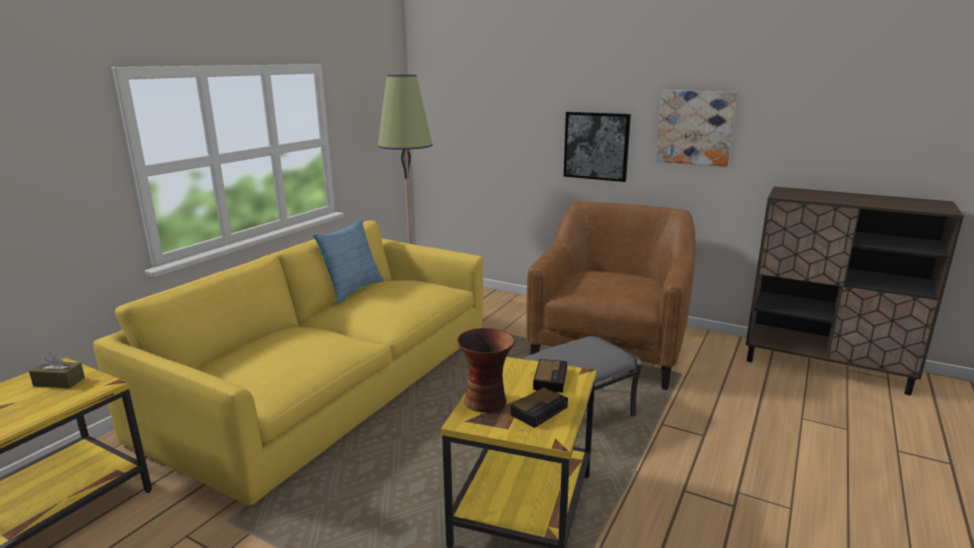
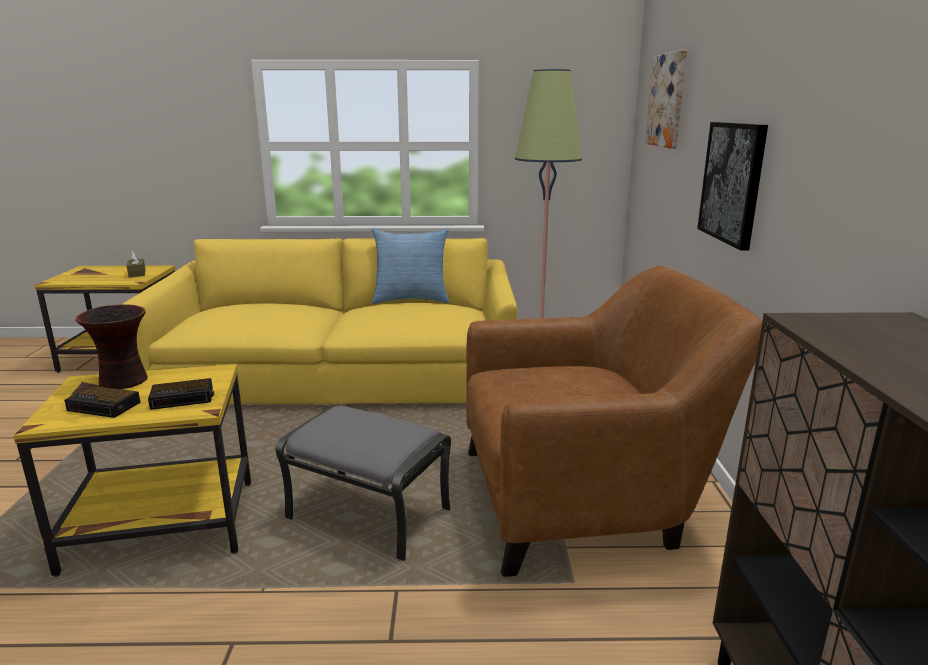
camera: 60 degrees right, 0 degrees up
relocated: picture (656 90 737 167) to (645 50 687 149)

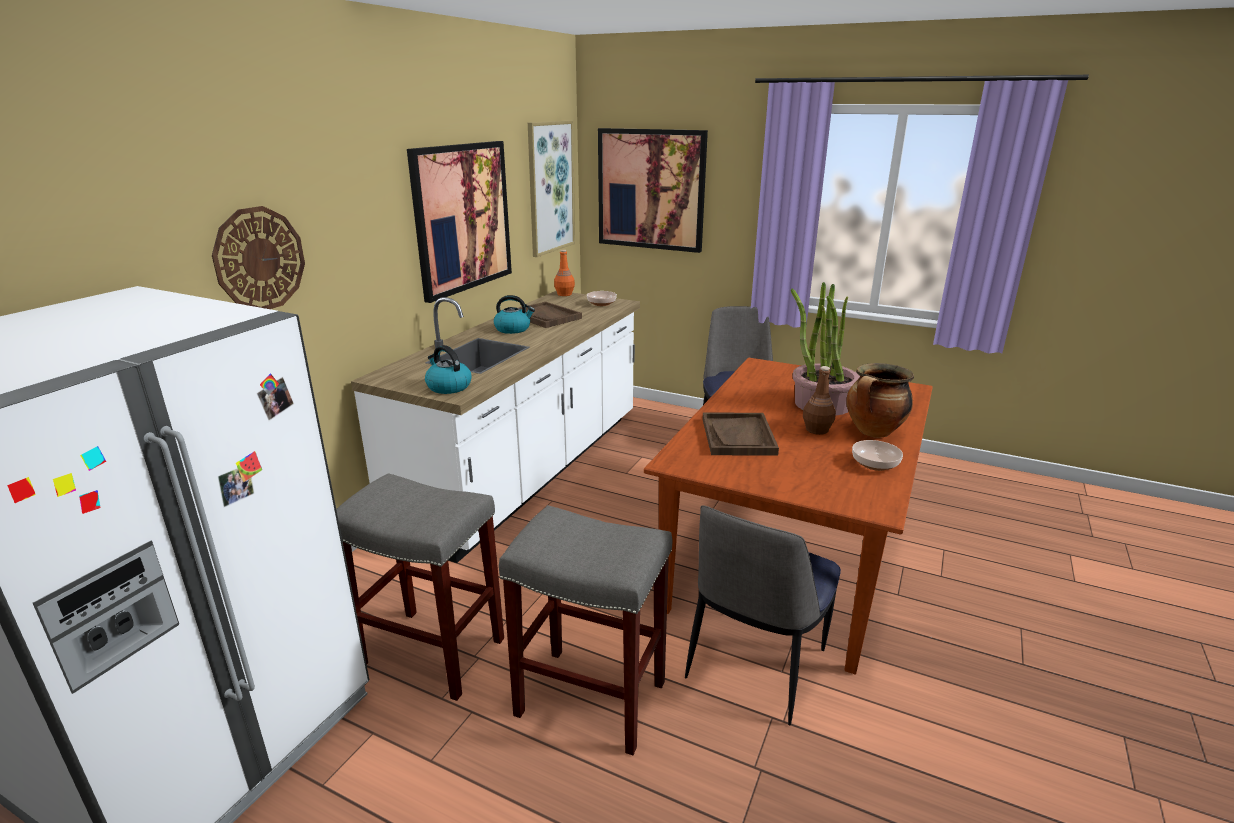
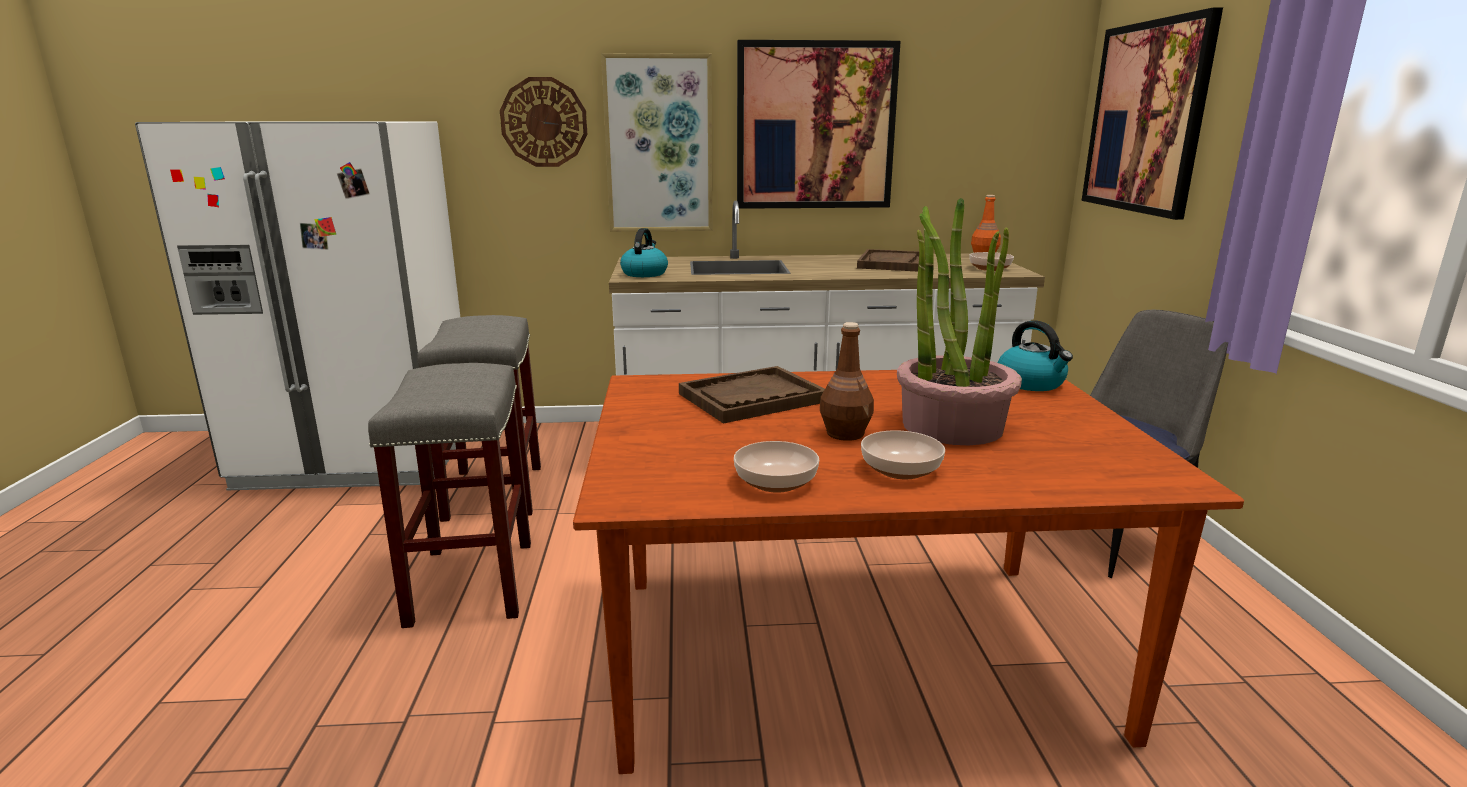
camera: 60 degrees right, 5 degrees down
missing: chair (685 505 841 725)
relocated: tea kettle (494 295 535 334) to (998 320 1073 391); picture (528 120 575 257) to (601 53 713 232)
exchanged: cooking pot (846 363 914 438) to serving bowl (861 430 945 479)

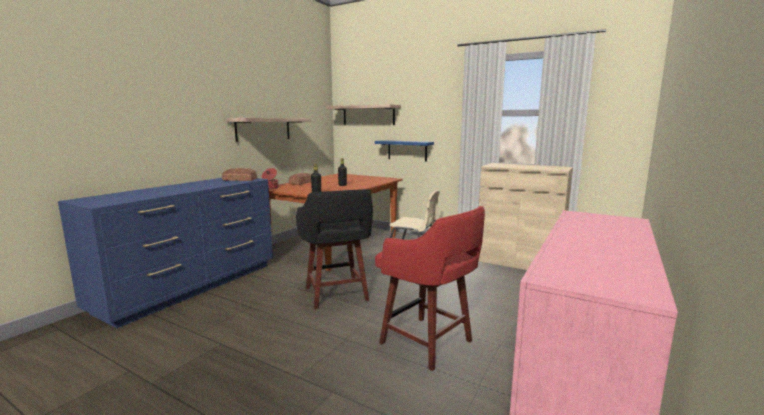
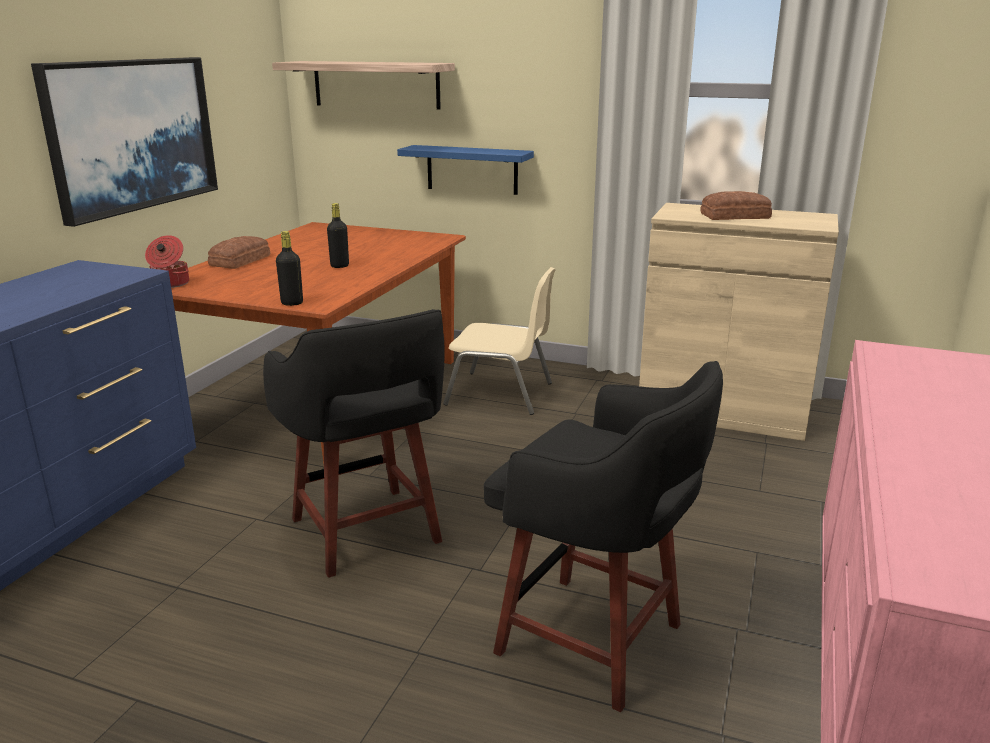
camera: 10 degrees left, 10 degrees up
relocated: bread (222 168 257 181) to (700 191 772 220)
exchanged: bracket shelf (227 118 311 142) to picture (31 57 218 227)
colour: sitting stool (red) (375 206 485 371) to sitting stool (blackish) (484 361 723 712)

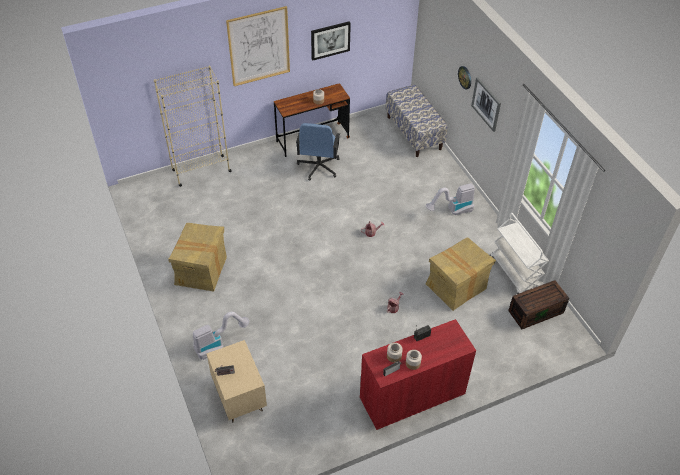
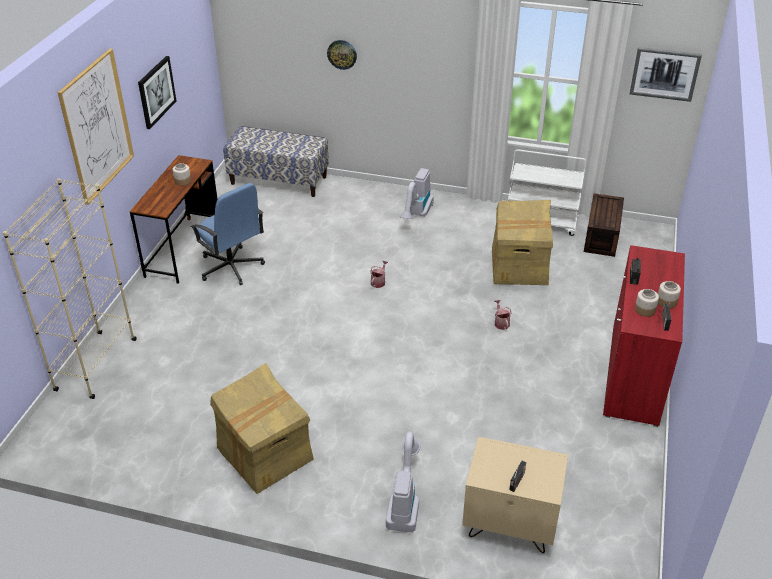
camera: 50 degrees left, 10 degrees down
relocated: picture (471 77 501 132) to (630 47 702 102)

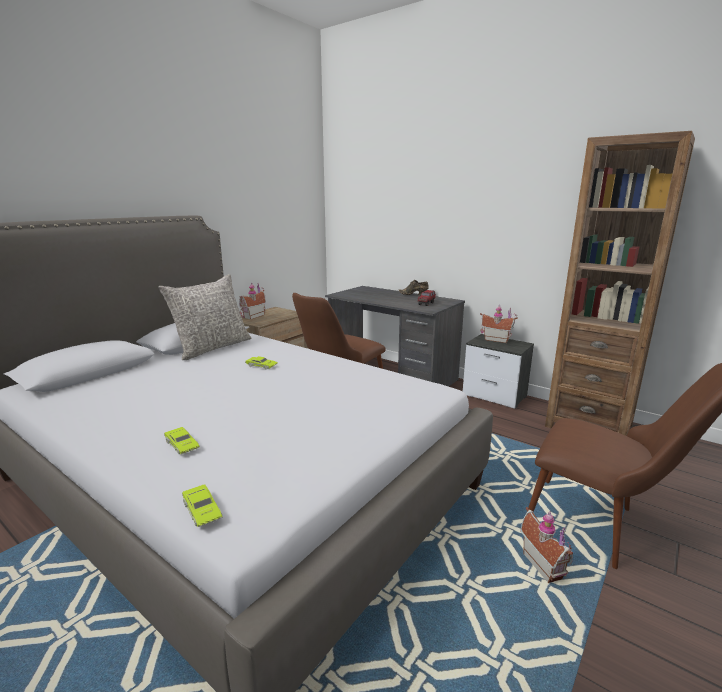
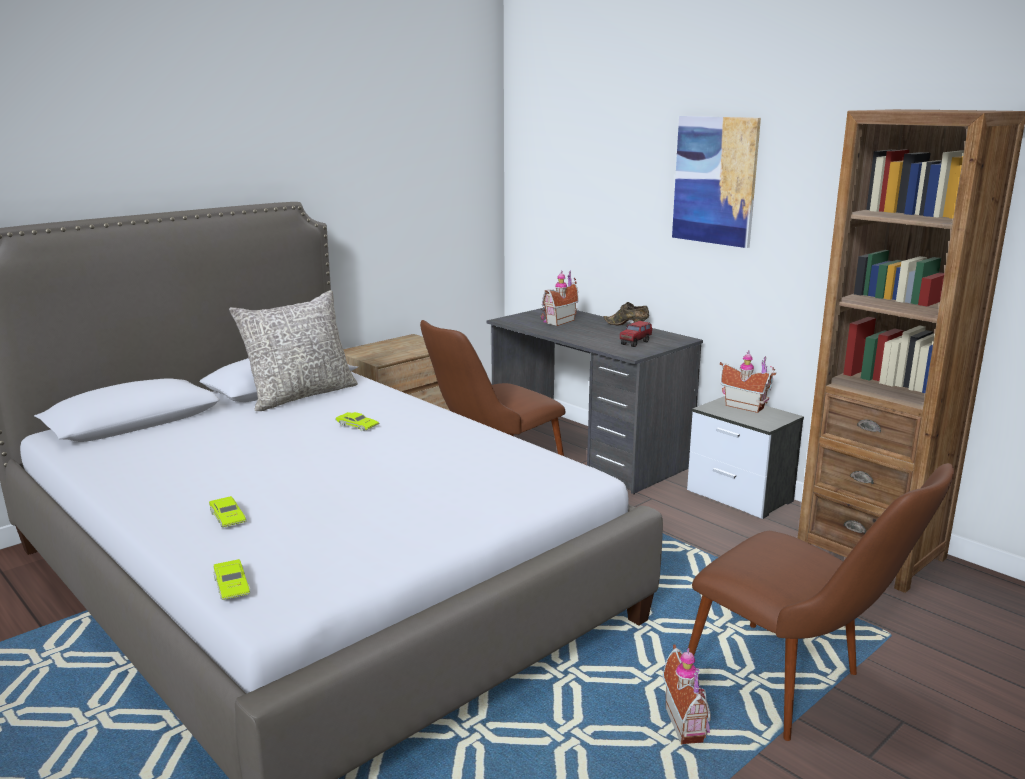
camera: 10 degrees right, 0 degrees up
appeared: picture (672 116 761 248)
relocated: model house (239 282 266 319) to (541 270 579 326)

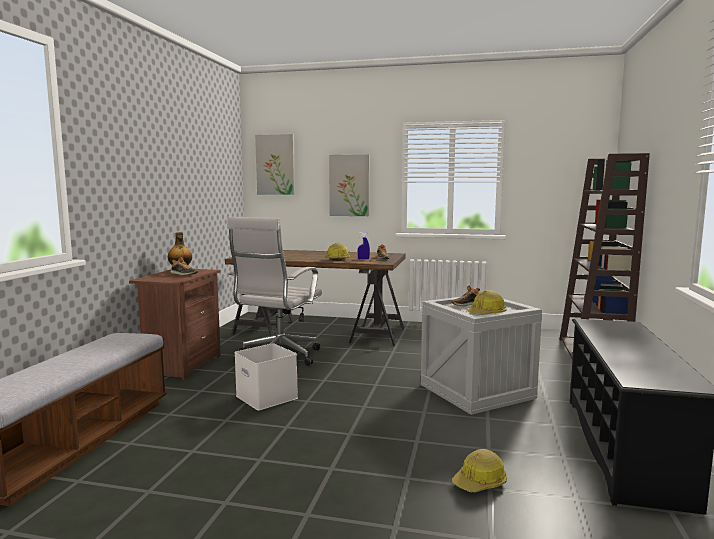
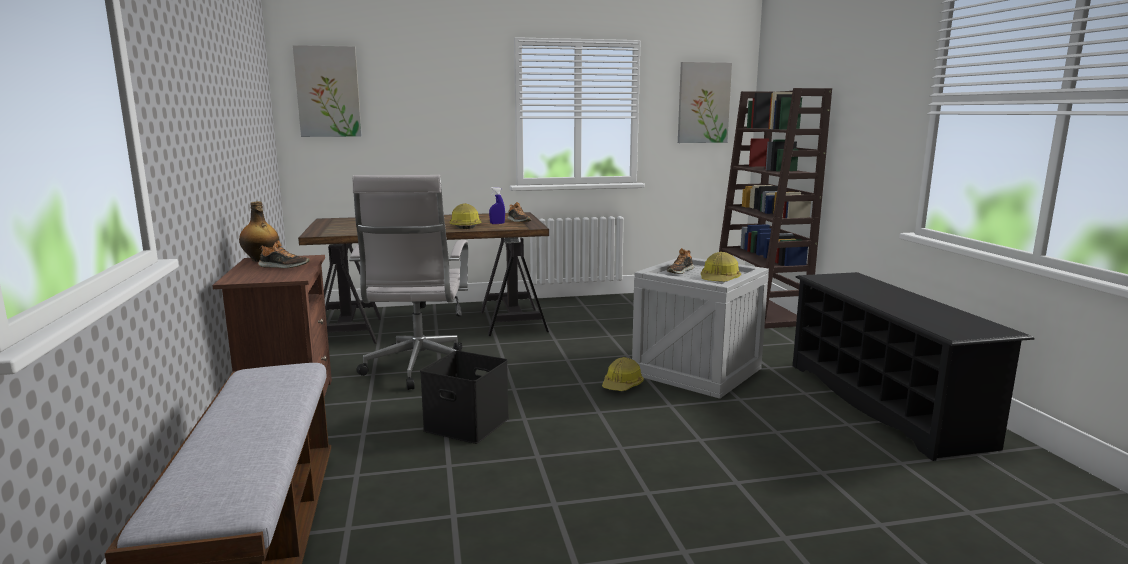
camera: 25 degrees left, 5 degrees up
relocated: picture (329 154 370 216) to (678 62 732 143); hard hat (452 449 507 493) to (602 357 644 391)
colour: storage container (white-coloured) (234 343 298 411) to storage container (blackish) (420 351 509 444)

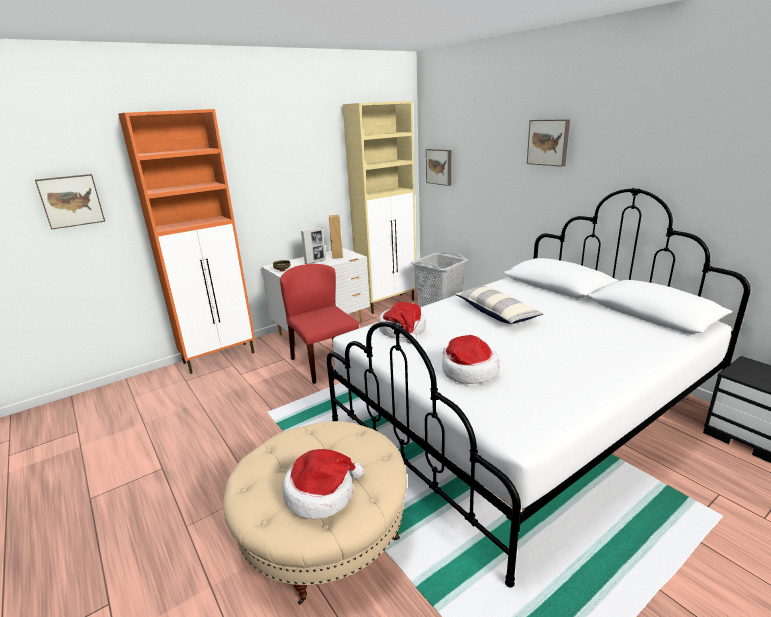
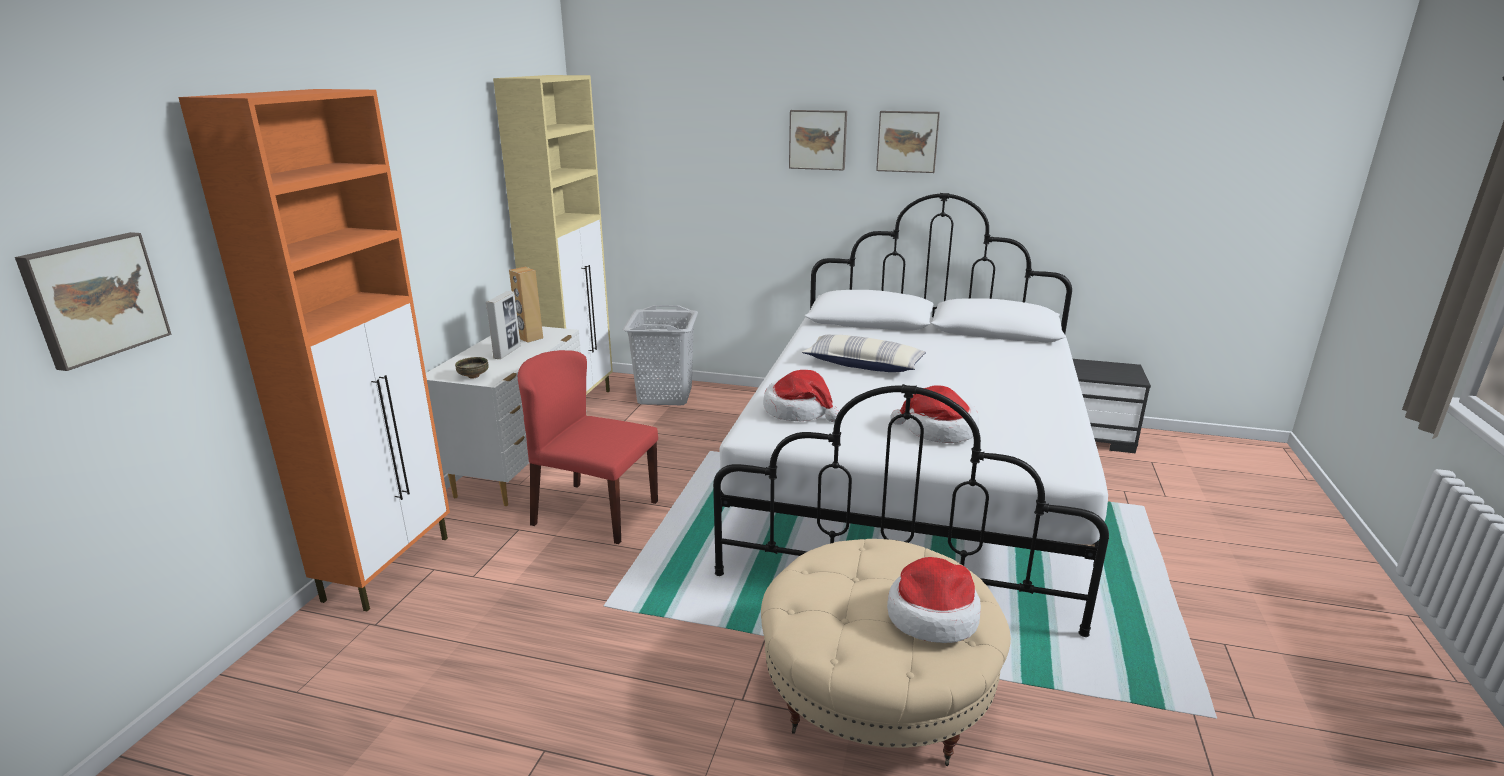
camera: 40 degrees left, 0 degrees up
relocated: picture (426 149 451 186) to (876 111 940 173)

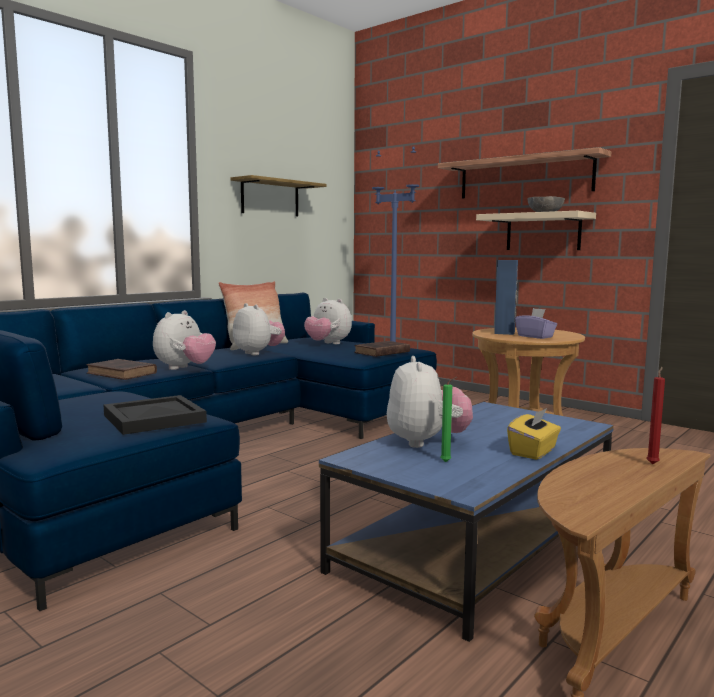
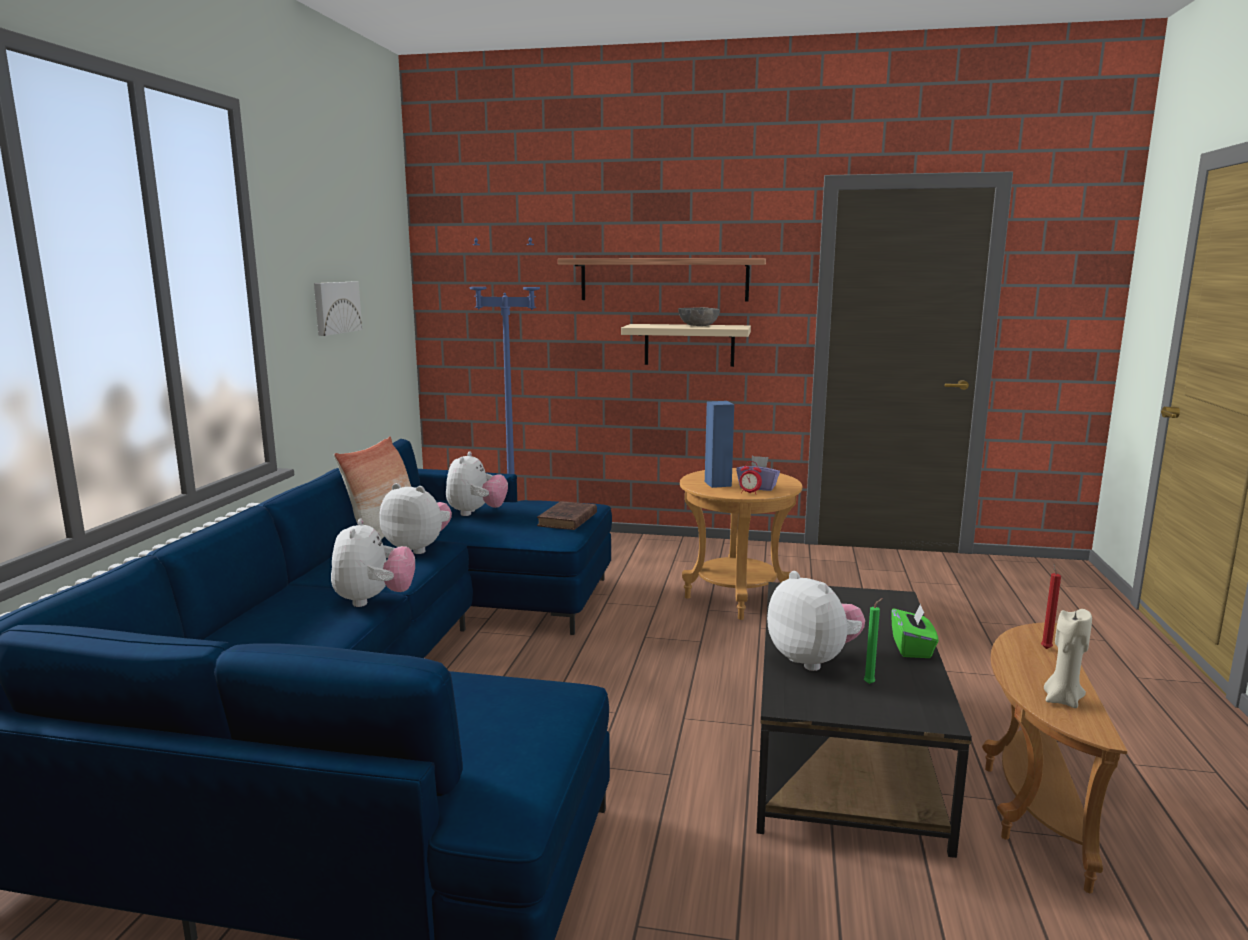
camera: 30 degrees left, 5 degrees up
missing: volume (brown-coloured) (86 359 157 380); serving tray (blackish) (104 395 207 435)
appeared: bedside clock (740 461 762 495); candle (beige-coloured) (1044 609 1092 708)
exchanged: bracket shelf (231 175 327 216) to picture (314 282 362 336)
colour: lounge table (blue) (319 402 614 642) to lounge table (blackish) (756 582 972 858); box of tissues (yellow-coloured) (507 408 561 460) to box of tissues (greenish) (891 603 939 658)
spun: plush toy (304 298 352 344) = (446 451 508 516) 90 degrees counterclockwise

